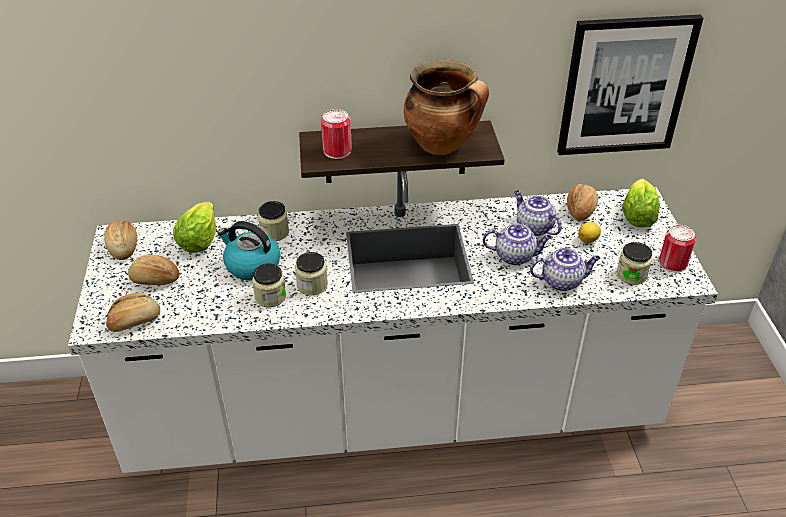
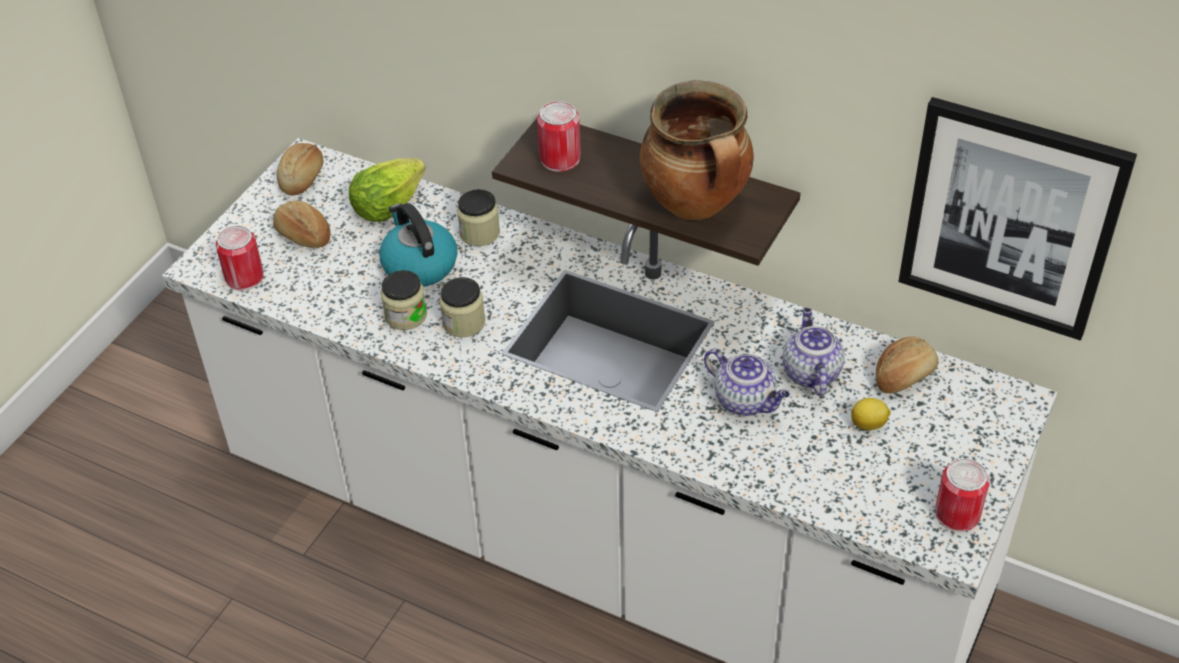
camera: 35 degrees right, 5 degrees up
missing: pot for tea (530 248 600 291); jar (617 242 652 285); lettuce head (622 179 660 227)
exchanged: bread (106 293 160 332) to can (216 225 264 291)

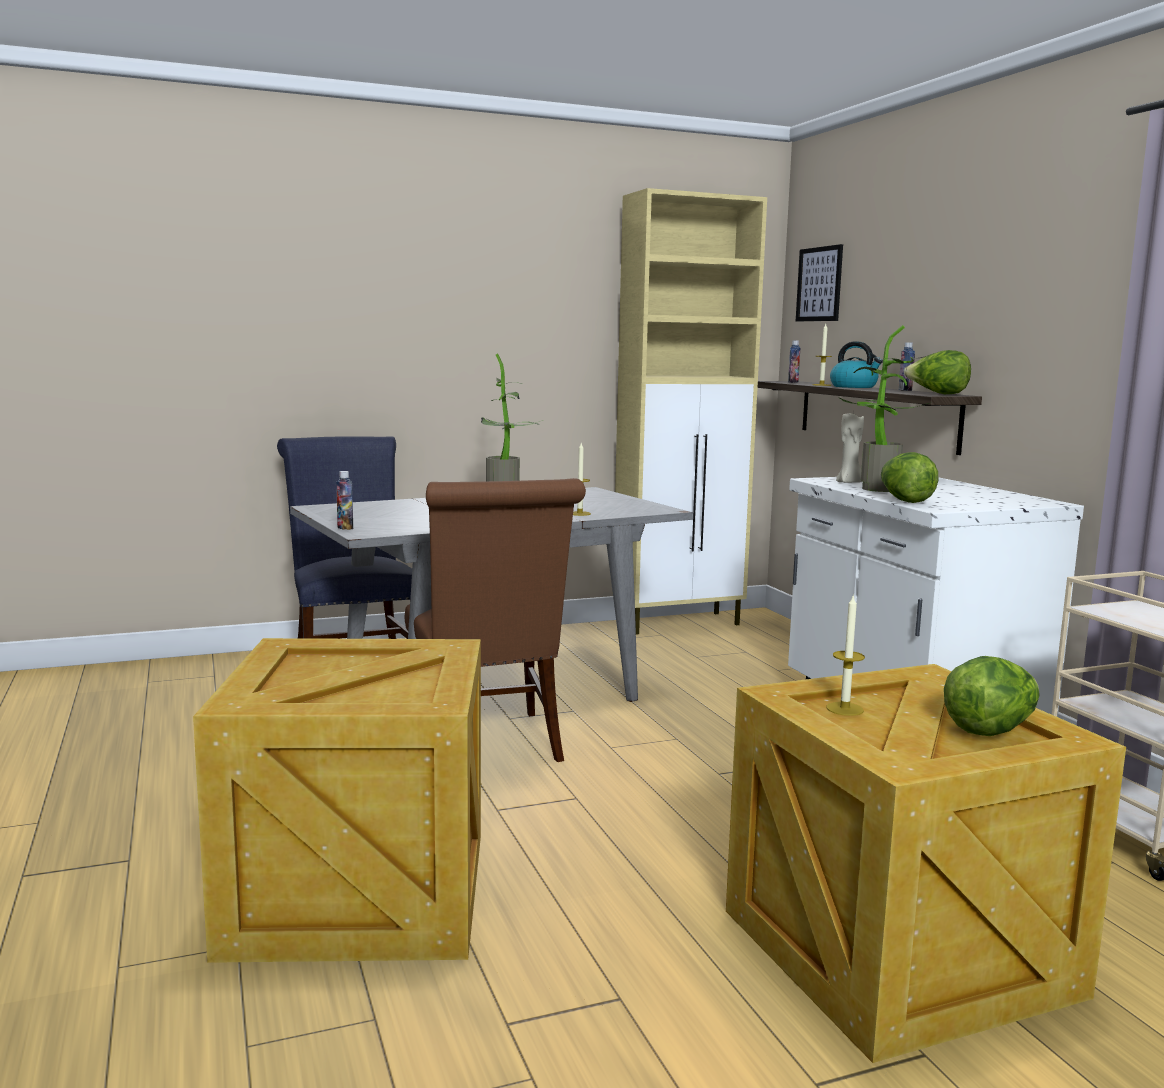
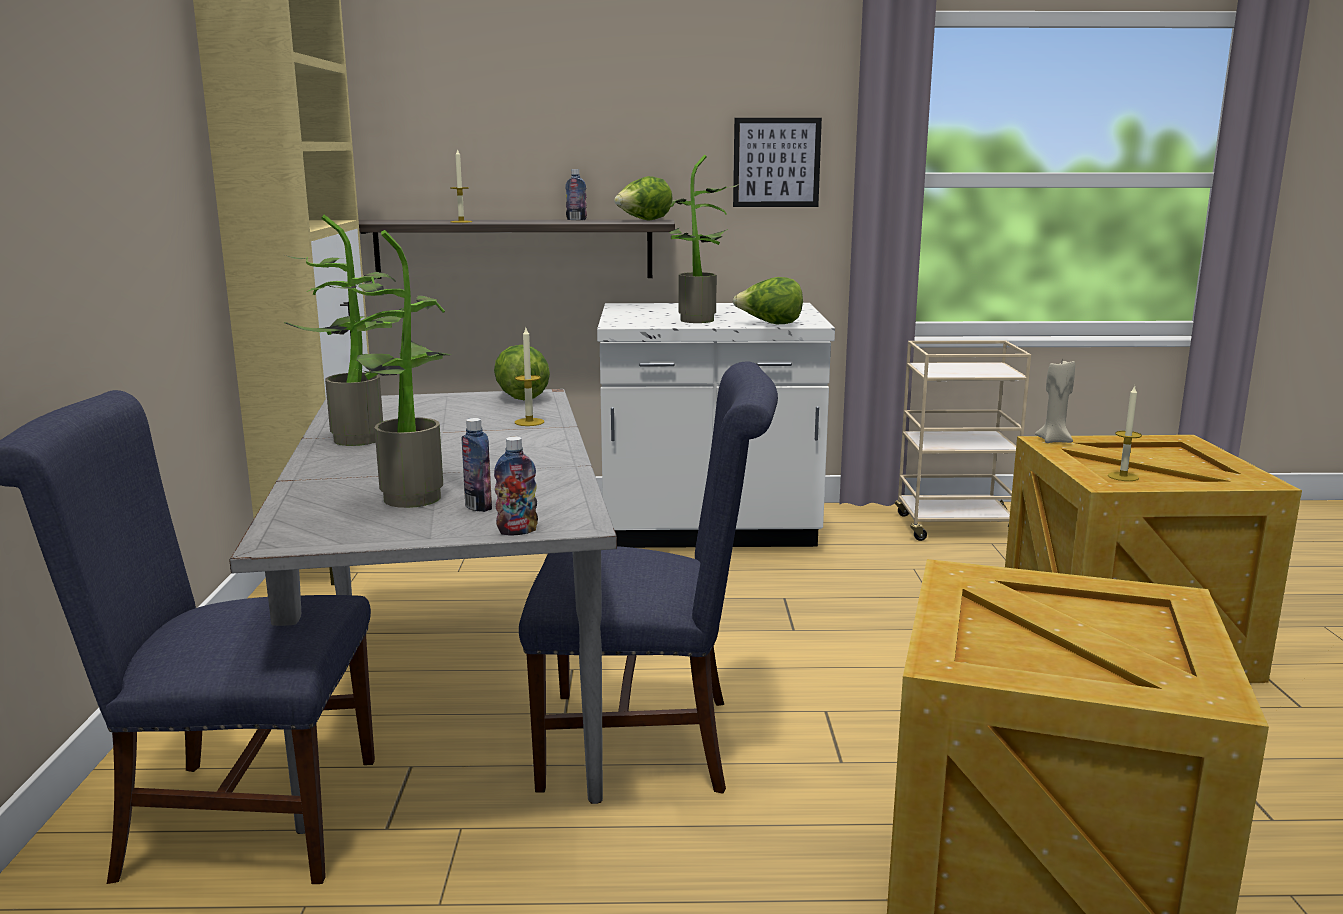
camera: 70 degrees left, 5 degrees up
missing: tea kettle (830 341 883 388)
appeared: plant in a pot (327 230 451 508)
relocated: drink bottle (788 340 800 383) to (461 418 492 512); picture (796 244 843 321) to (733 118 822 207); candle (beige-coloured) (836 411 864 483) to (1035 361 1075 443); lettuce head (944 656 1039 736) to (494 345 550 400)
colour: chair (brown-coloured) (405 478 586 762) to chair (blue) (519 362 778 794)

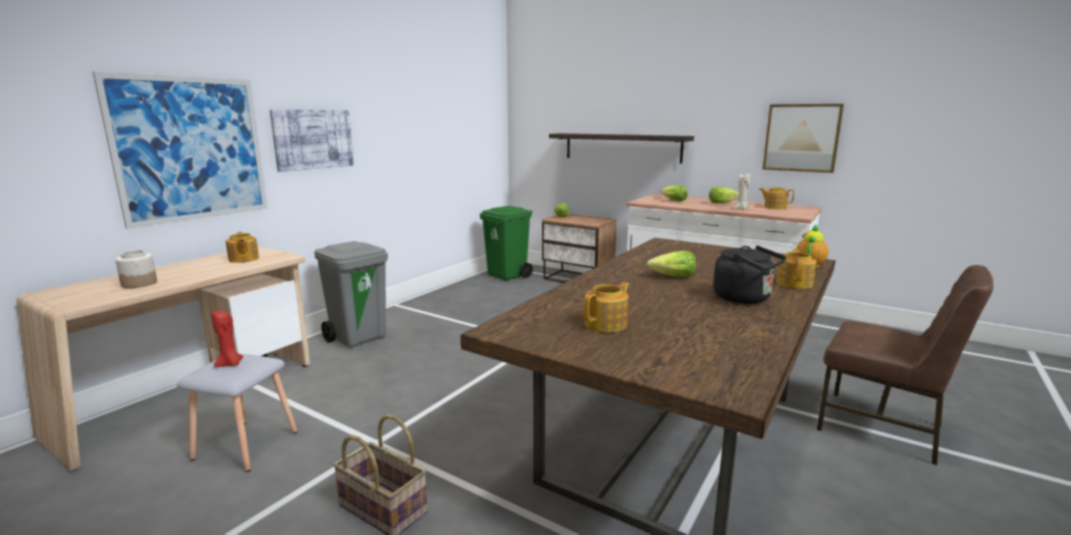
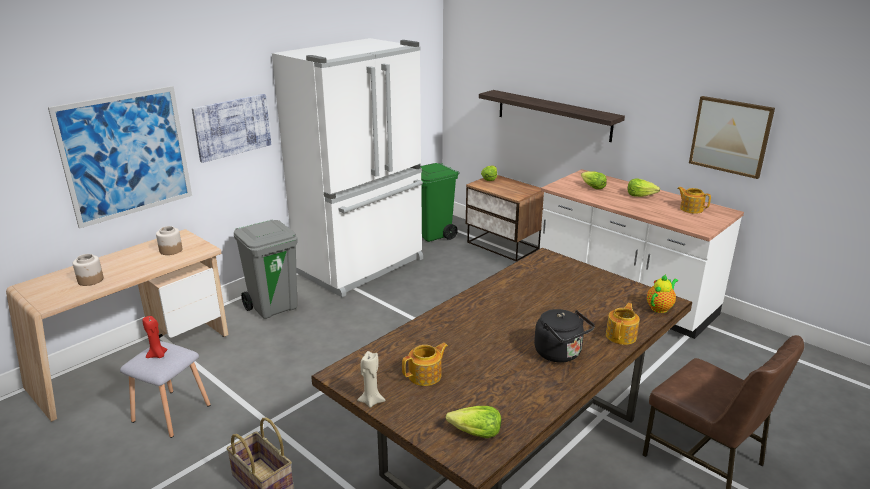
camera: 10 degrees right, 10 degrees up
appeared: refrigerator (white-coloured) (272 38 423 297)
relocated: lettuce head (647 251 696 278) to (446 406 501 438); candle (beige-coloured) (734 174 750 210) to (357 351 386 408)
exchanged: pot for tea (226 232 259 263) to jar (156 226 182 255)

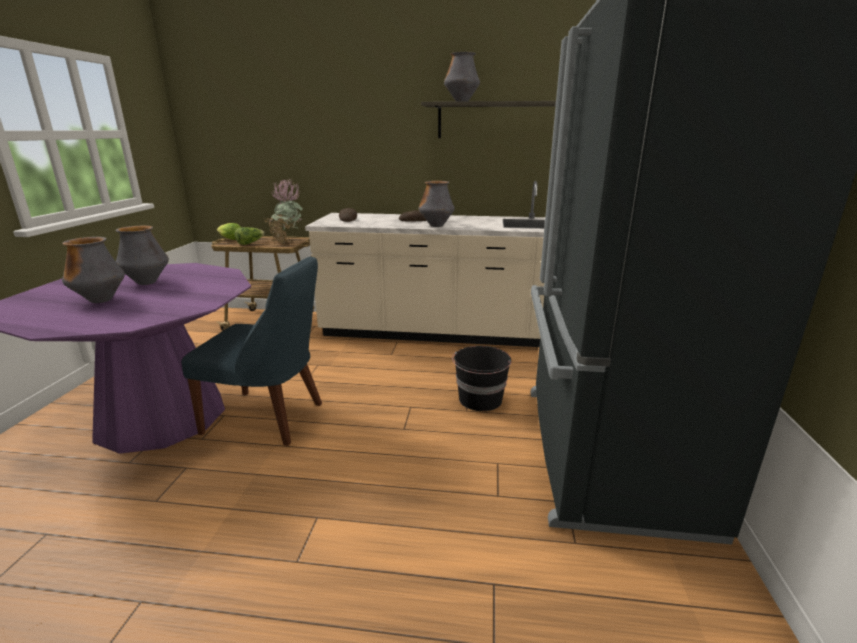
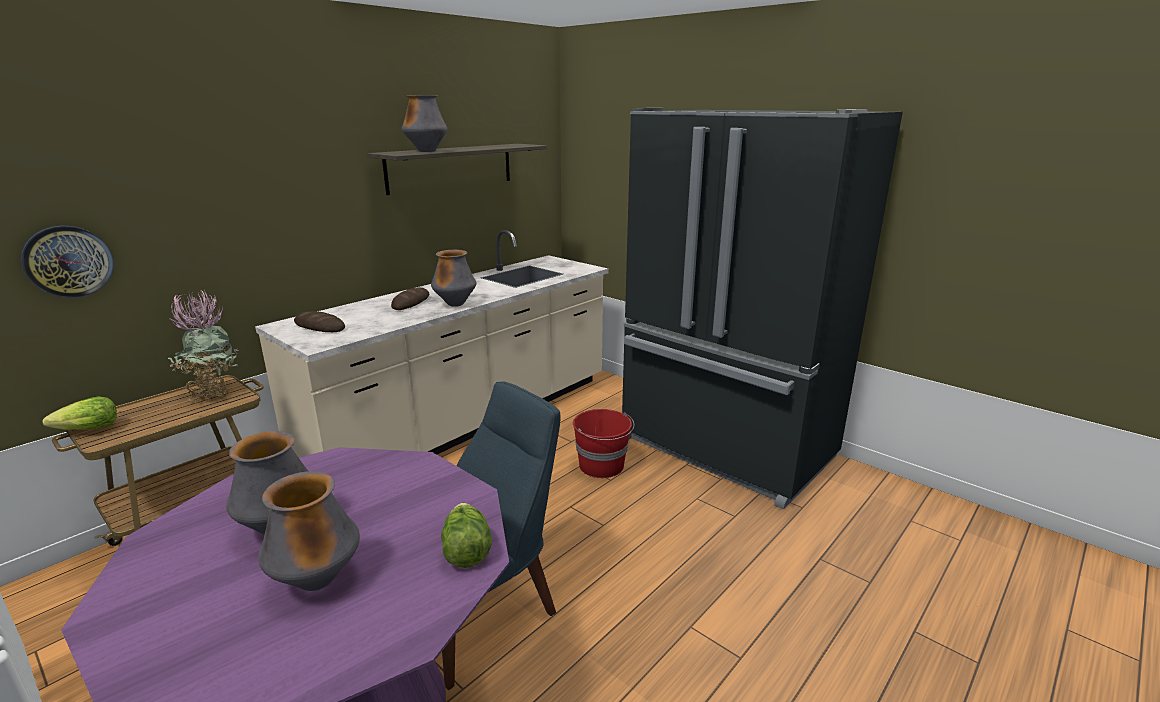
camera: 55 degrees left, 0 degrees up
appeared: hanging clock (21 226 114 298)
relocated: lettuce head (235 227 265 245) to (441 503 492 568)
colour: water bucket (blackish) (452 346 511 411) to water bucket (red) (573 409 634 478)

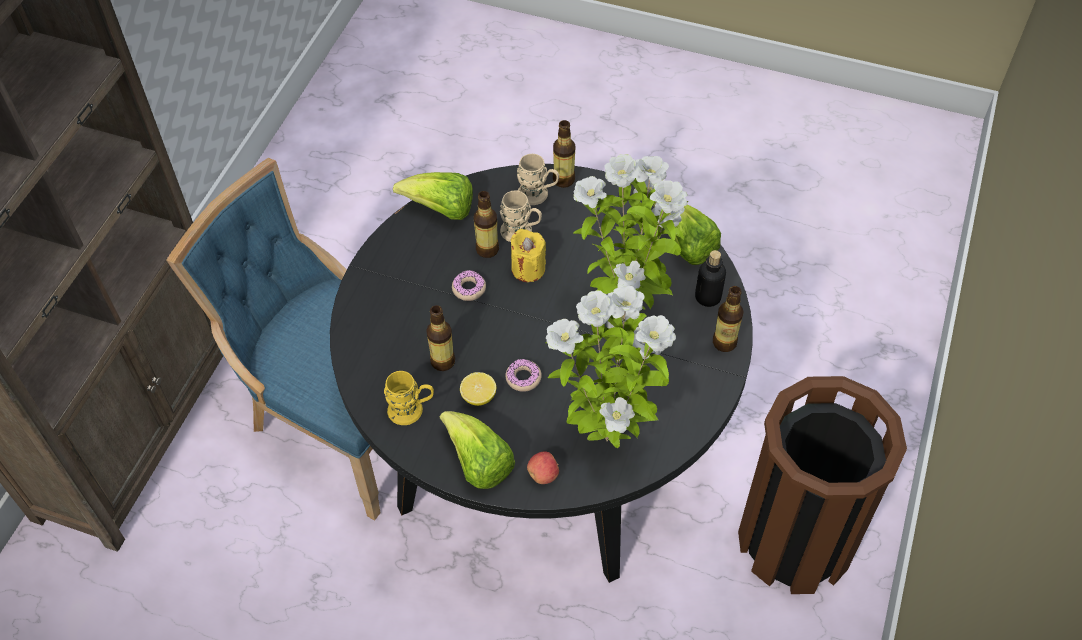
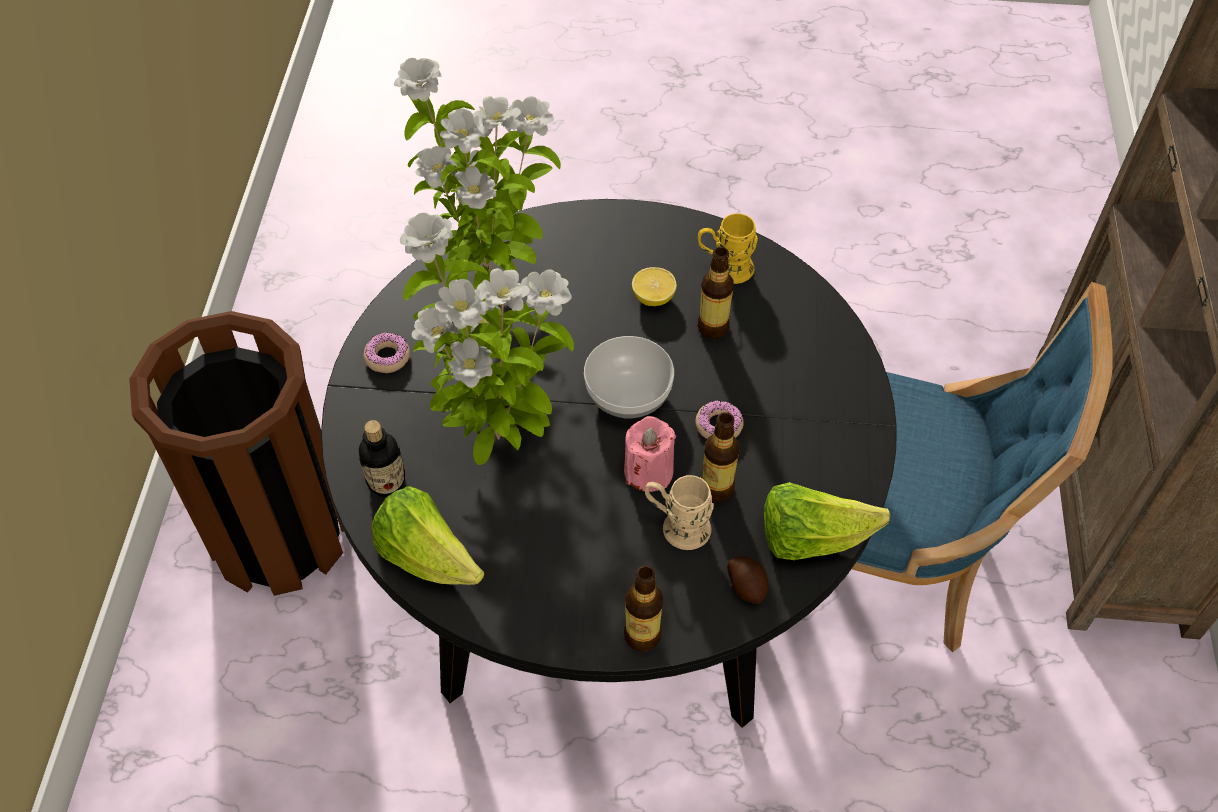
camera: 165 degrees right, 0 degrees up
missing: lettuce head (440 411 515 489); tea mug (beige-coloured) (517 154 559 205); apple (527 451 559 484); drink bottle (713 286 744 352)
appeared: serving bowl (584 336 674 419); whole potato (727 556 768 604)
relocated: donut (505 359 542 392) to (364 333 410 373)
colour: candle (yellow-coloured) (511 229 546 282) to candle (pink) (624 416 676 492)

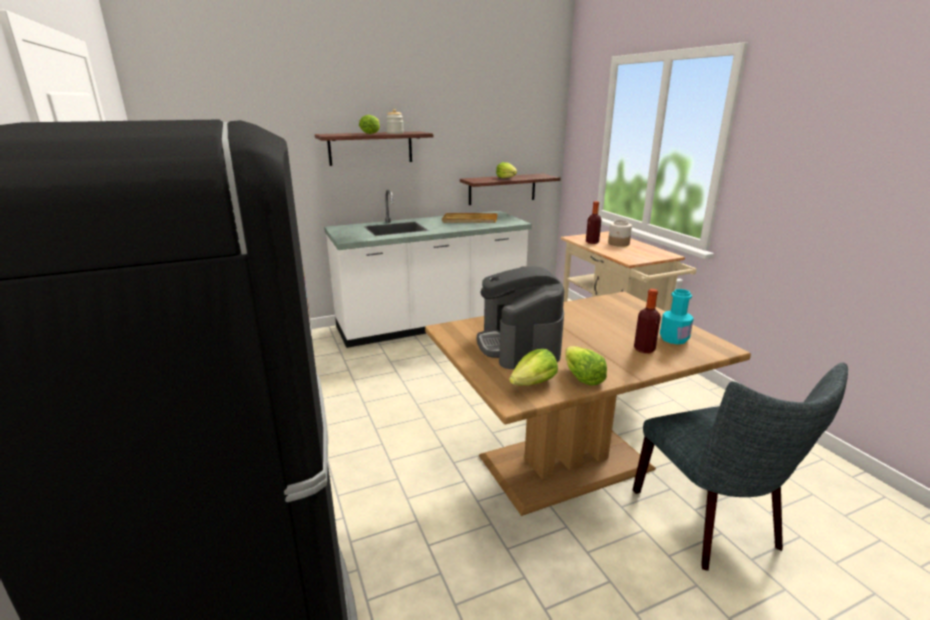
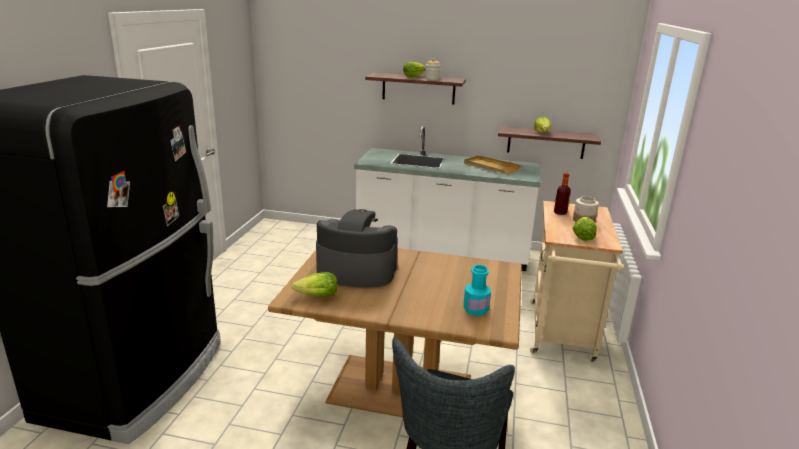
camera: 35 degrees right, 0 degrees up
missing: drink bottle (634 289 661 353)
relocated: lettuce head (565 346 607 386) to (573 217 597 240)
spun: coffee machine (477 266 565 369) = (316 209 398 288) 75 degrees clockwise

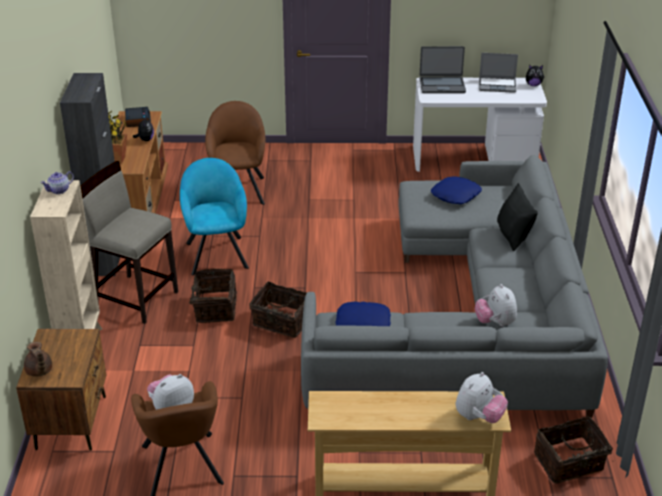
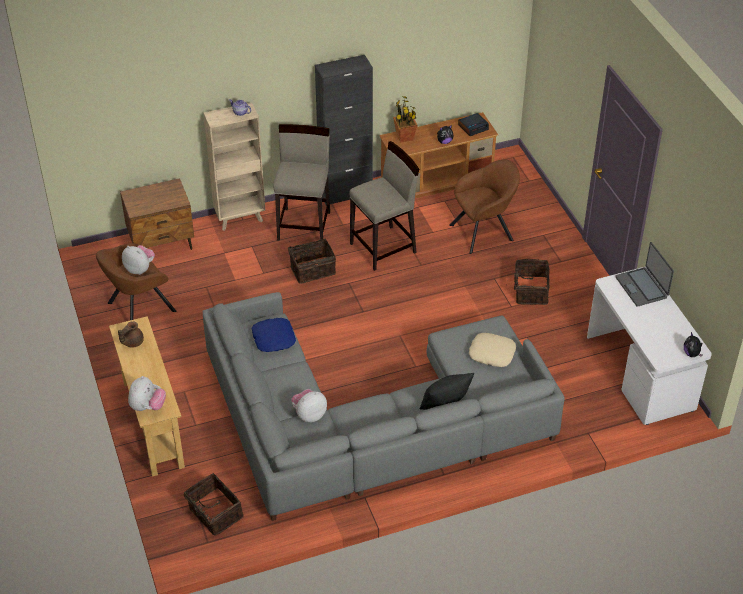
camera: 70 degrees right, 10 degrees up
missing: laptop (479 53 518 93)
relocated: pot for tea (brown-coloured) (24 342 52 377) to (118 321 144 348); storage basket (250 282 306 338) to (514 259 550 305)
exchanged: lounge chair (turquoise-coloured) (180 158 249 275) to sitting stool (beige-coloured) (349 141 419 271)
colour: pillow (blue) (431 176 482 204) to pillow (beige-coloured) (469 333 516 367)
spun: plush toy (455 372 508 423) = (128 376 166 411) 90 degrees counterclockwise

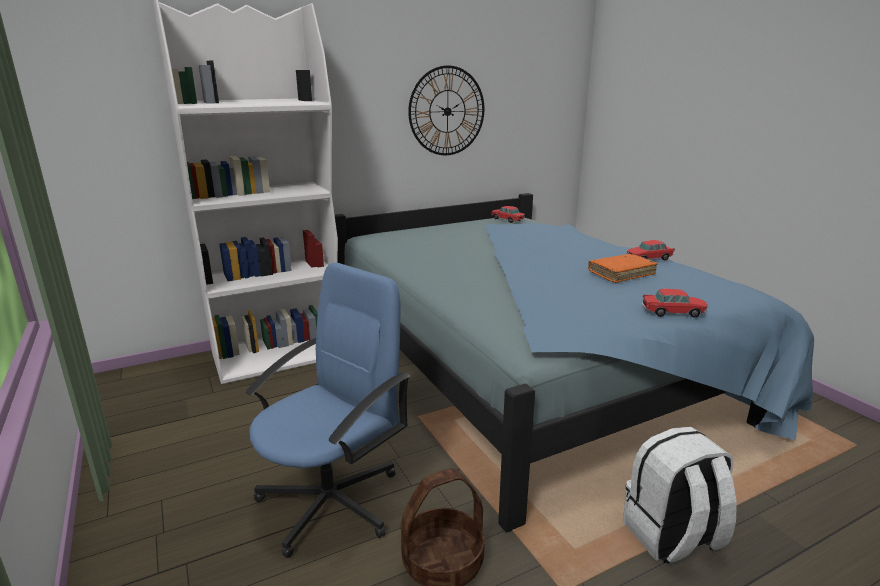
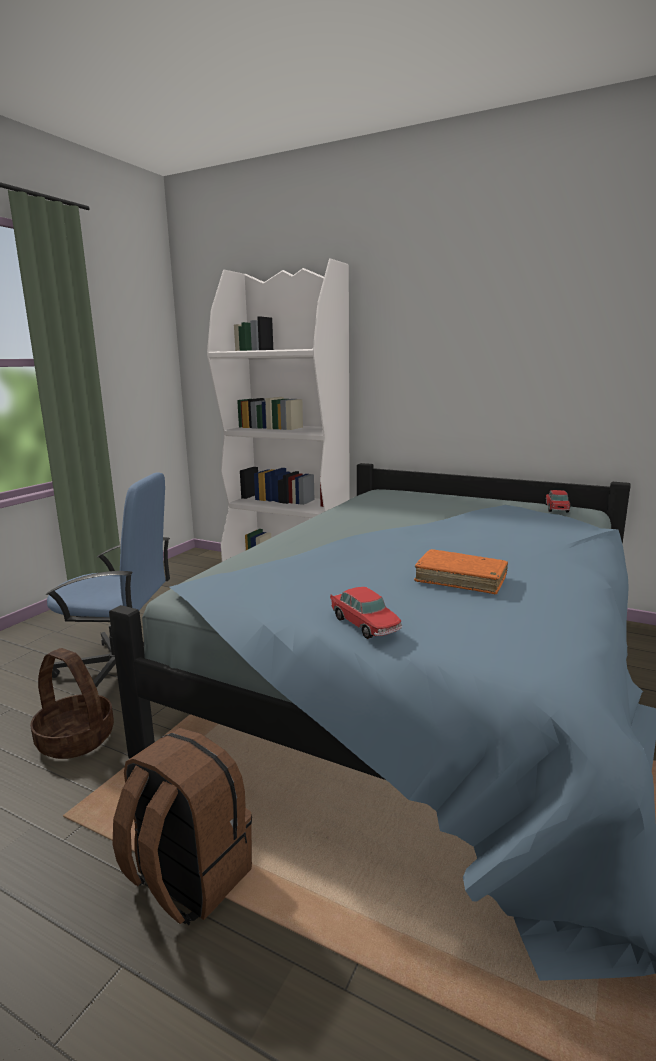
camera: 55 degrees right, 5 degrees down
missing: hanging clock (408 65 484 155); toy car (627 240 675 260)
colour: backpack (white-coloured) (623 427 737 563) to backpack (brown-coloured) (112 728 252 925)

